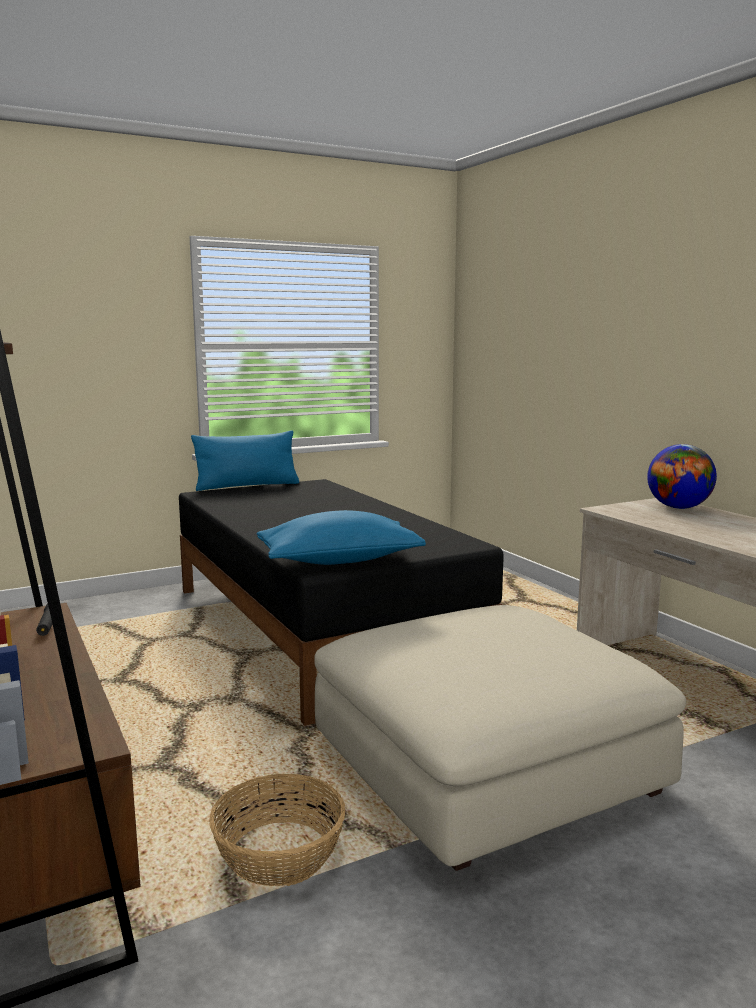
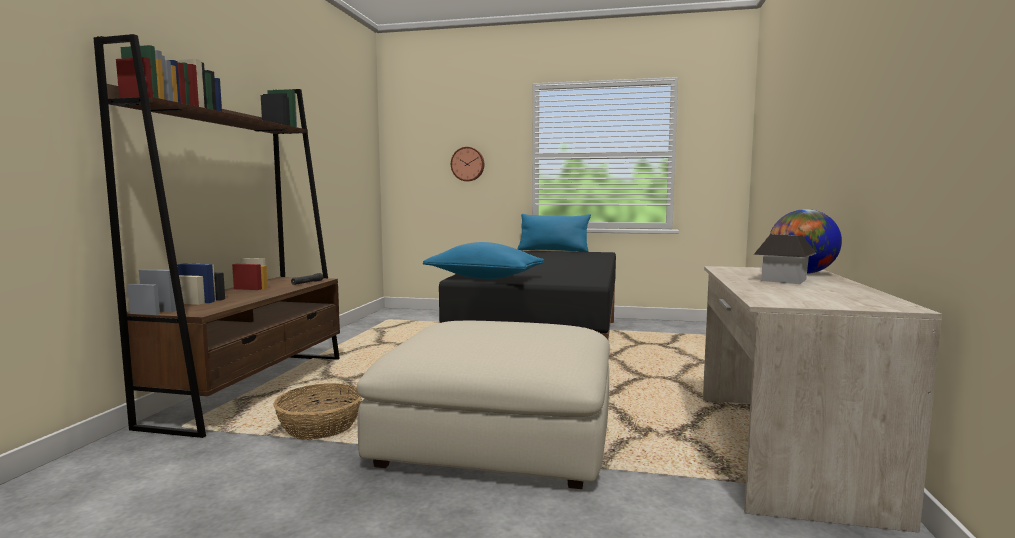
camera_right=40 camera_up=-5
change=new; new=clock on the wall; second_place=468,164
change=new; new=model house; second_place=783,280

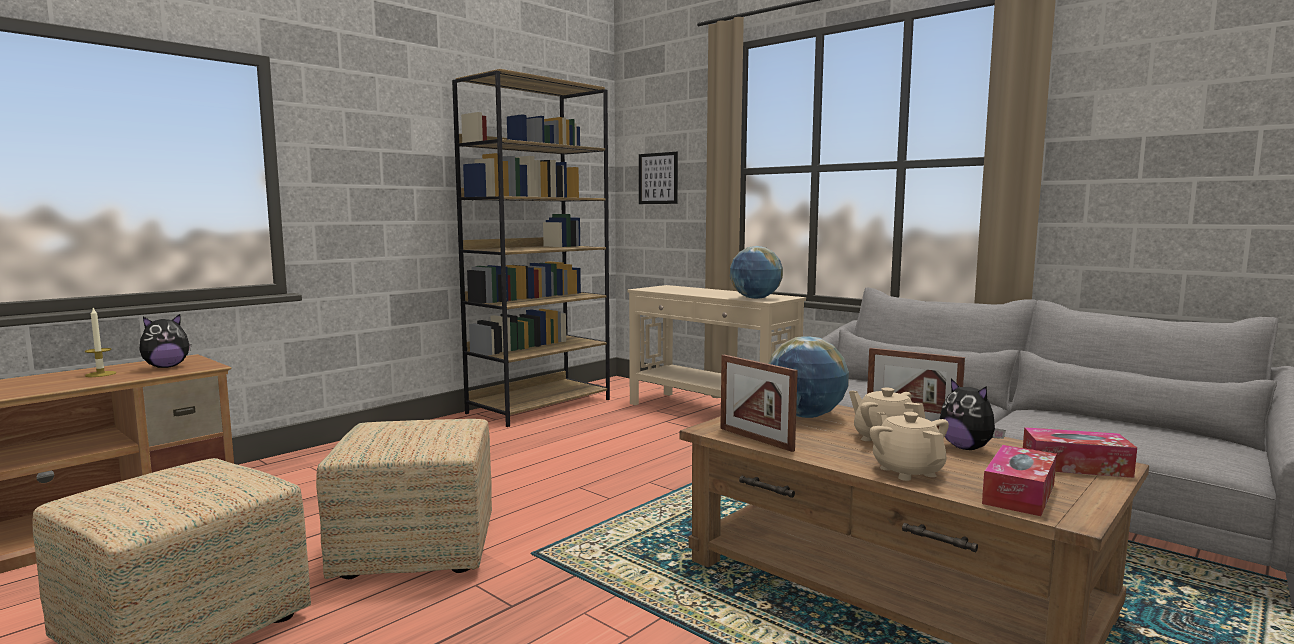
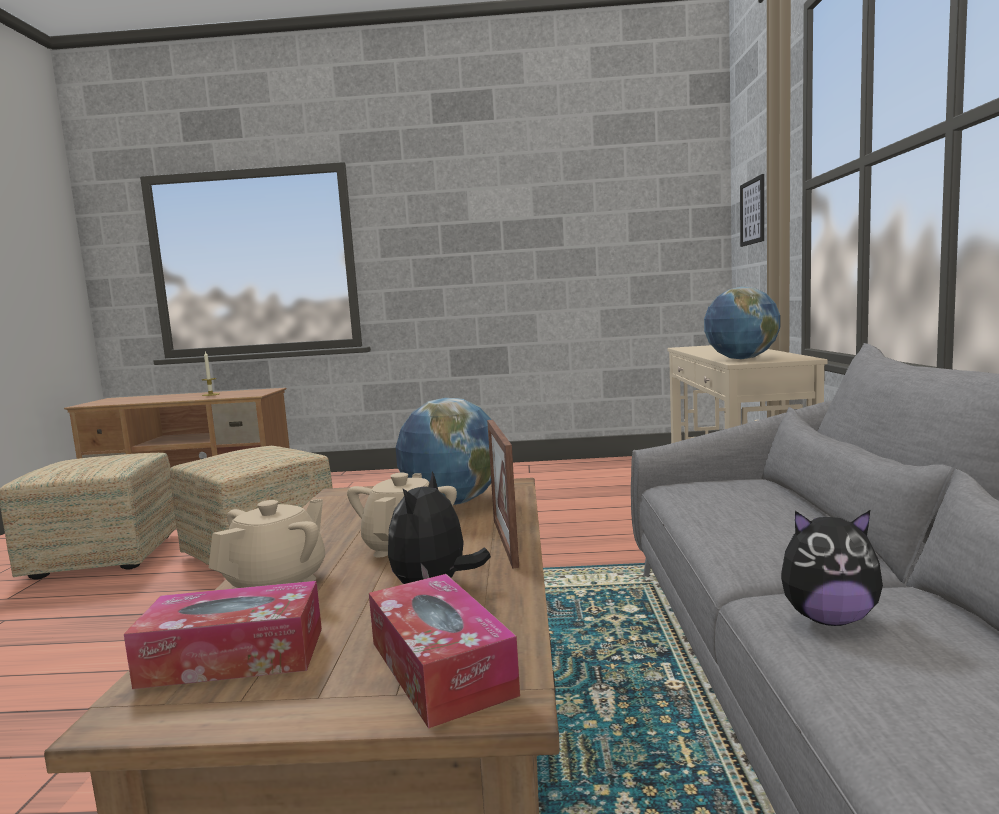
camera_right=50 camera_up=0
change=shifted; old=cuddly toy; first_place=166,367; second_place=828,619
change=gone; old=brown shelving unit; first_place=540,406
change=gone; old=picture frame; first_place=755,439

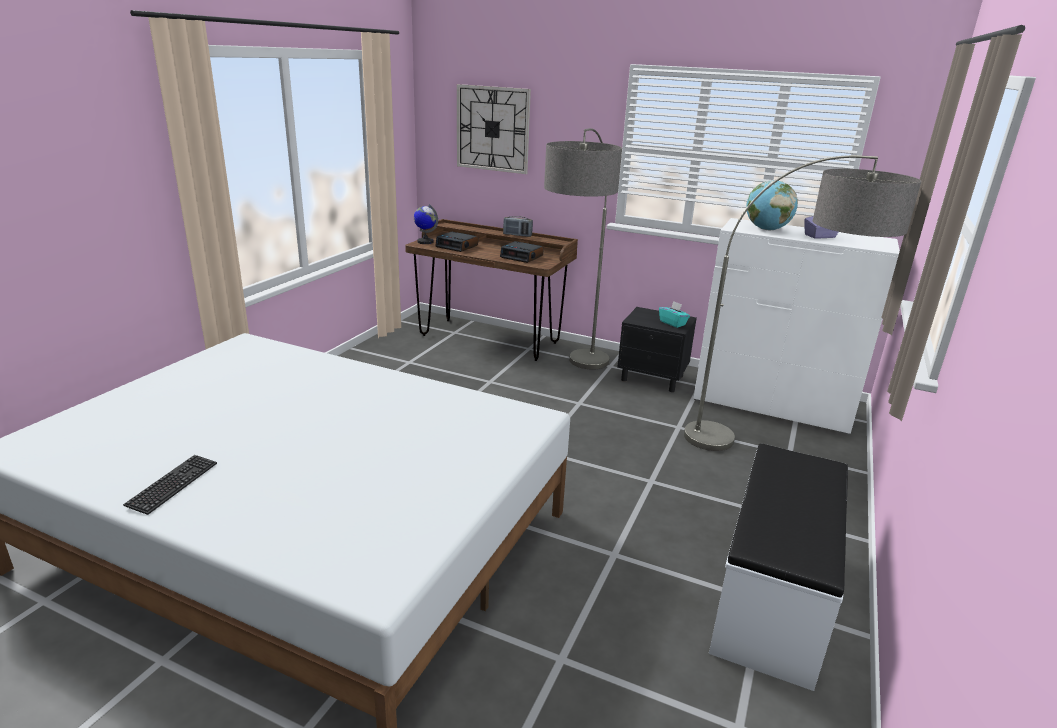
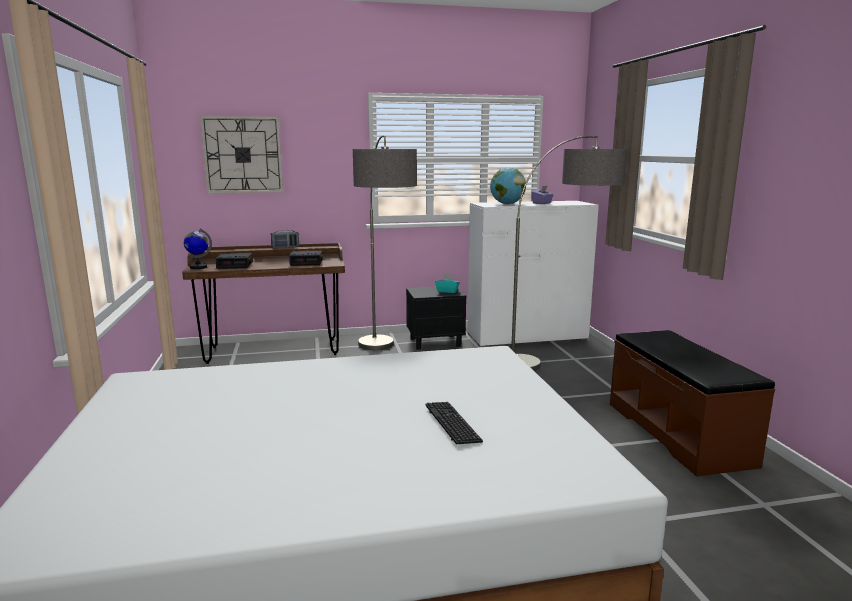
camera_right=-35 camera_up=-10
change=shifted; old=keyboard; first_place=173,485; second_place=452,424
change=repainted; old=white bench; new=brown bench; first_place=774,597; second_place=678,432

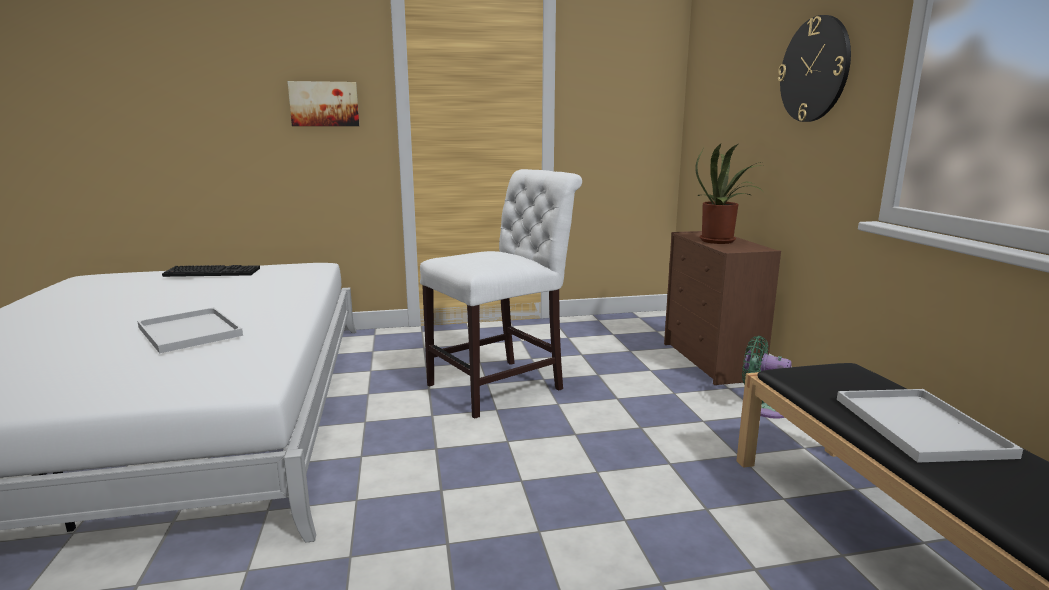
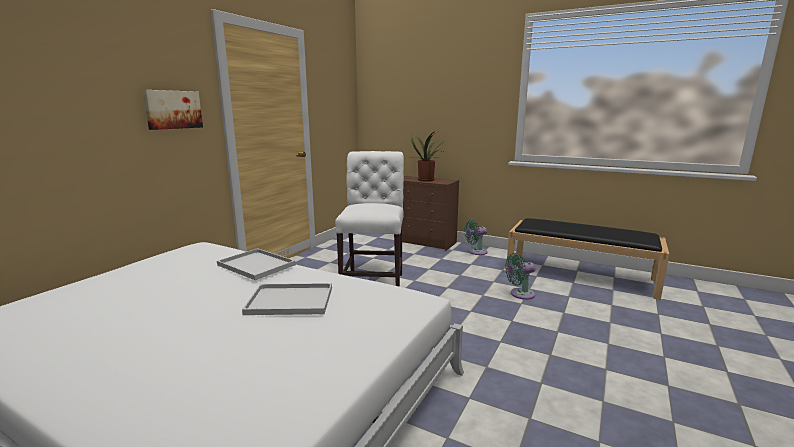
camera_right=-50 camera_up=0
change=gone; old=keyboard; first_place=214,272
change=gone; old=clock on the wall; first_place=814,69
change=shifted; old=white tray; first_place=916,425; second_place=255,265
change=new; new=green electric fan; second_place=520,294

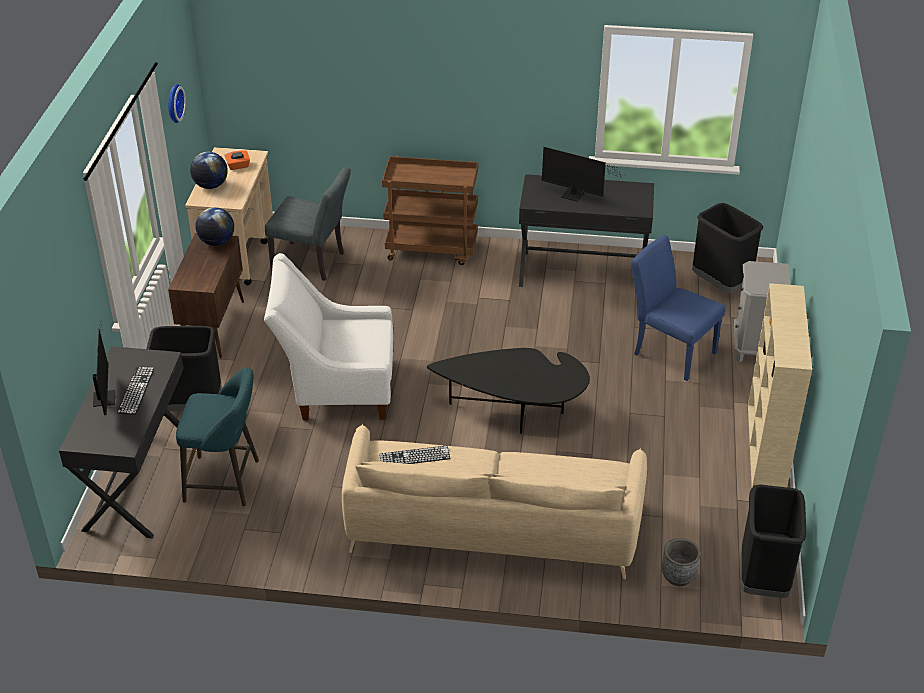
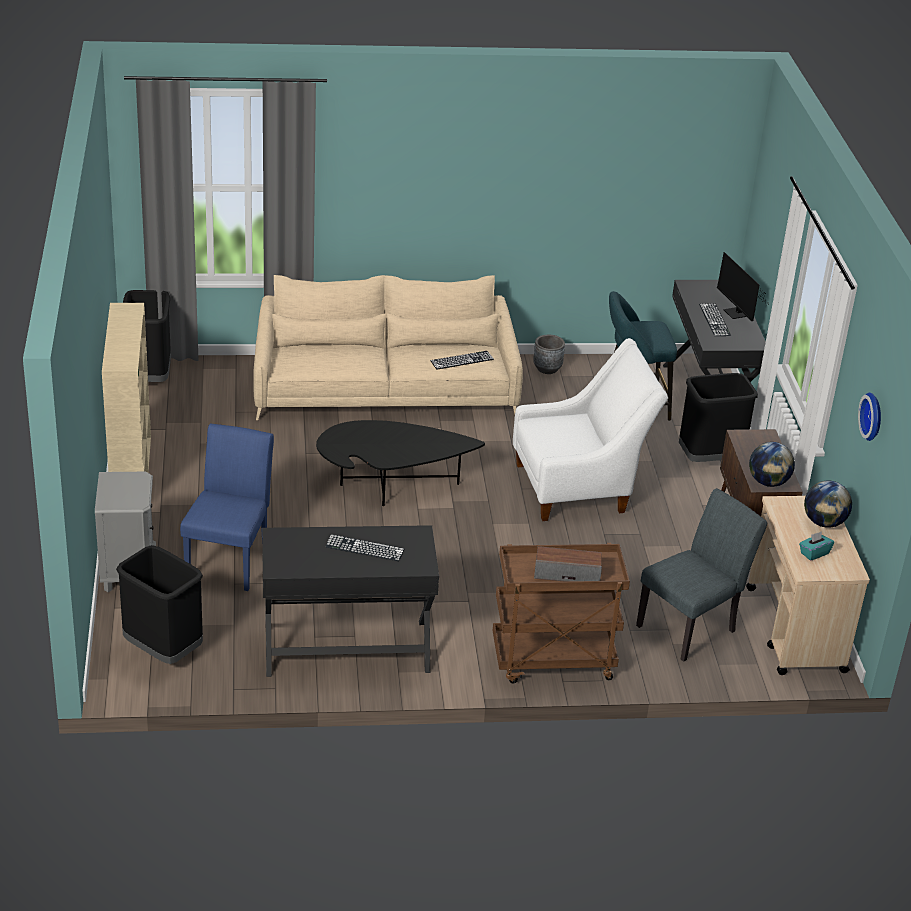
camera_right=165 camera_up=-5
change=repainted; old=orange-coloured box of tissues; new=turquoise-coloured box of tissues; first_place=238,166; second_place=814,553
change=rotated; old=gray upright chair; first_place=313,263; second_place=692,626; degrees=135
change=swapped; old=computer display; new=keyboard; first_place=575,196; second_place=364,548
change=rotated; old=bluish upright chair; first_place=669,351; second_place=230,558; degrees=-105
change=shifted; old=gray plant pot; first_place=678,577; second_place=547,368
change=new; new=audio speaker; second_place=567,574

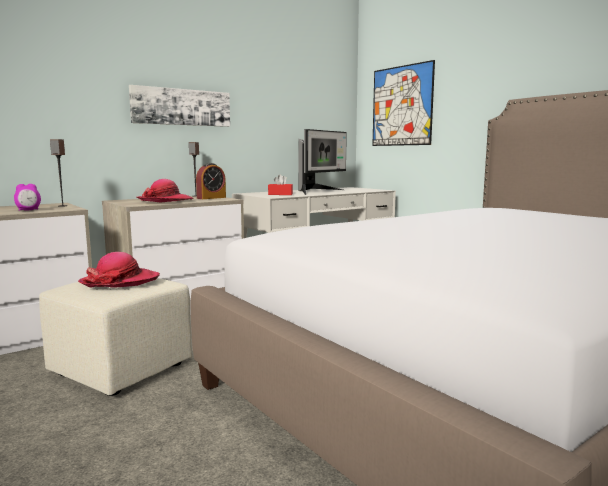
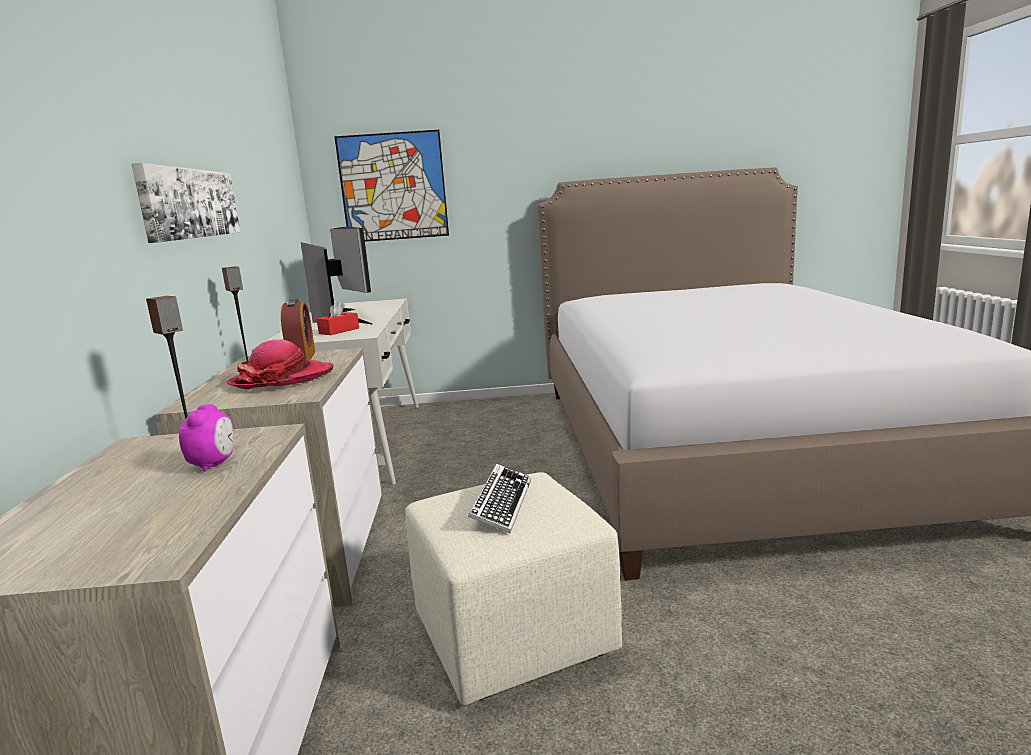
camera_right=-55 camera_up=5
change=swapped; old=wearable hat; new=keyboard; first_place=120,281; second_place=502,503

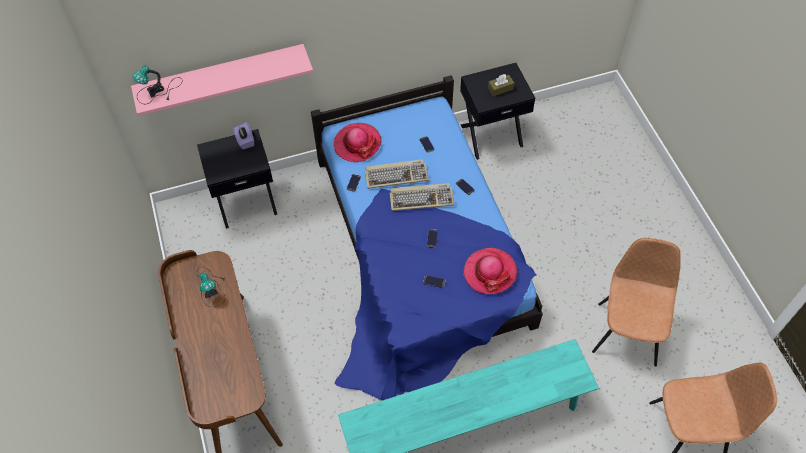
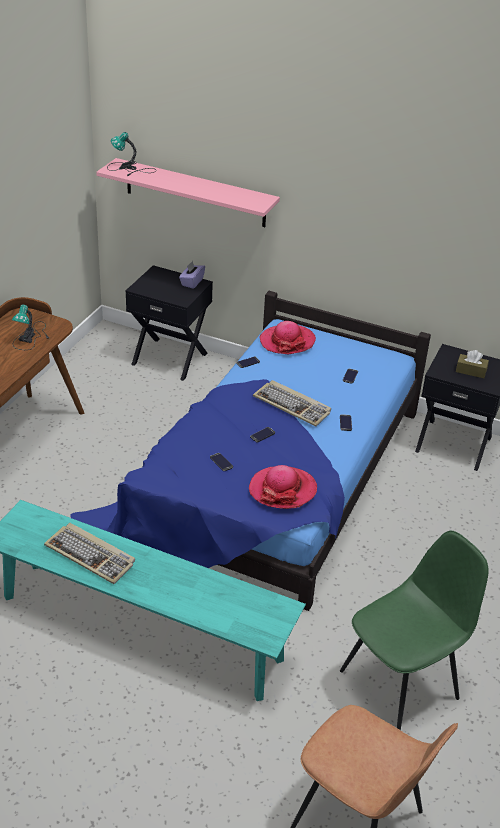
camera_right=40 camera_up=-20
change=shifted; old=keyboard; first_place=396,175; second_place=91,555
change=repainted; old=brown upright chair; new=green upright chair; first_place=627,332; second_place=401,683

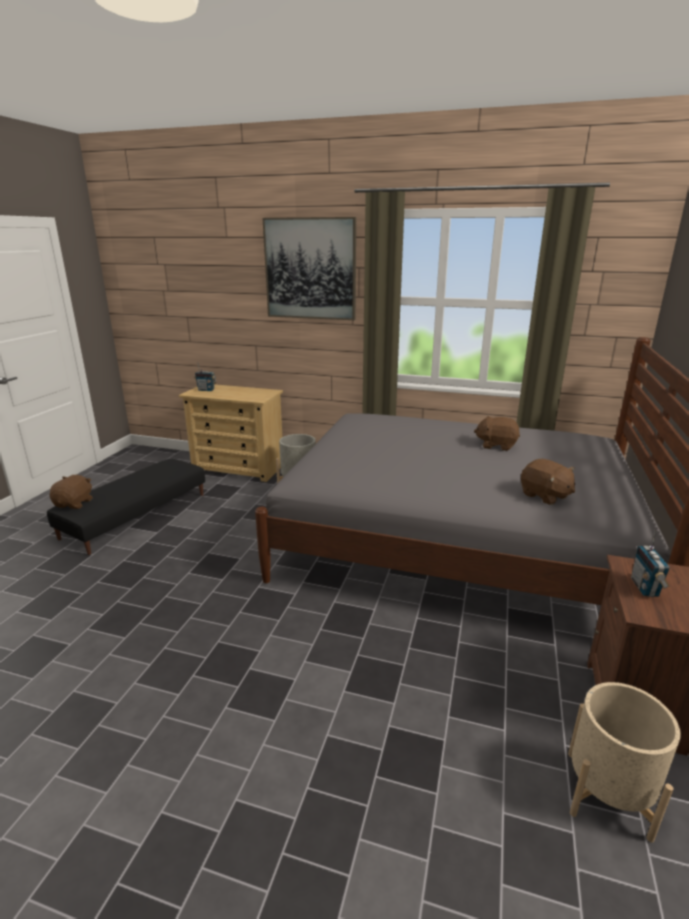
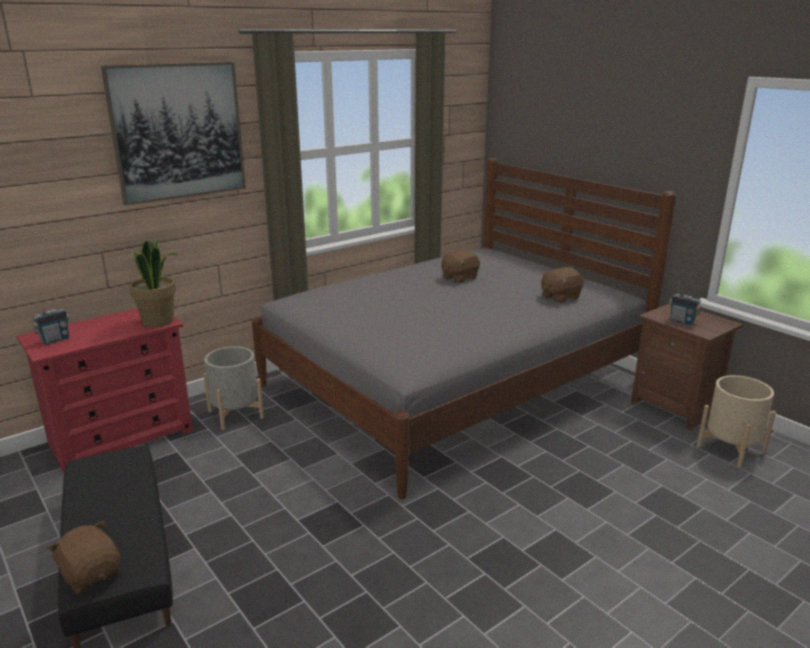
camera_right=-55 camera_up=0
change=repainted; old=beige chest of drawers; new=red chest of drawers; first_place=239,468; second_place=122,438
change=rotated; old=brown cuddly toy; first_place=545,496; second_place=559,297; degrees=150
change=new; new=plant in a pot; second_place=158,321

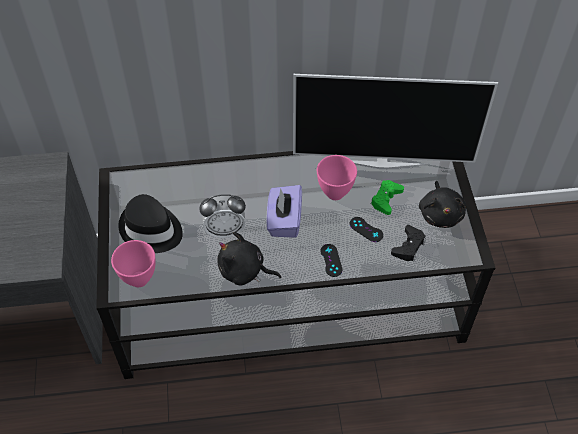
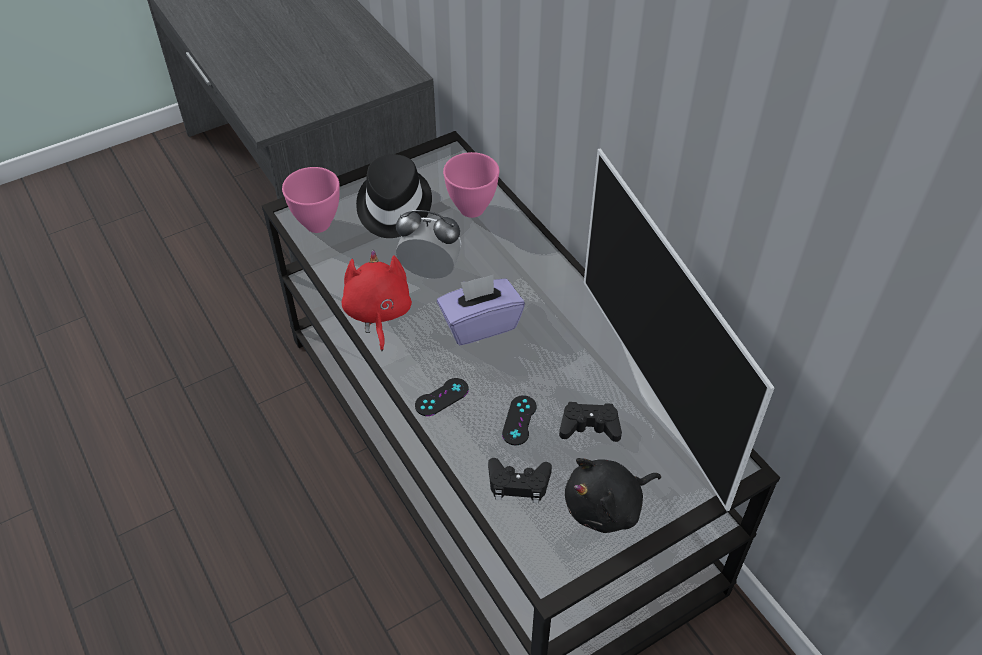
camera_right=65 camera_up=-5
change=rotated; old=bedside clock; first_place=225,230; second_place=430,272; degrees=135
change=repainted; old=black cuddly toy; new=red cuddly toy; first_place=244,271; second_place=378,313
change=shifted; old=pink deep dish; first_place=334,192; second_place=473,208
change=repainted; old=green game controller; new=black game controller; first_place=386,199; second_place=589,426

